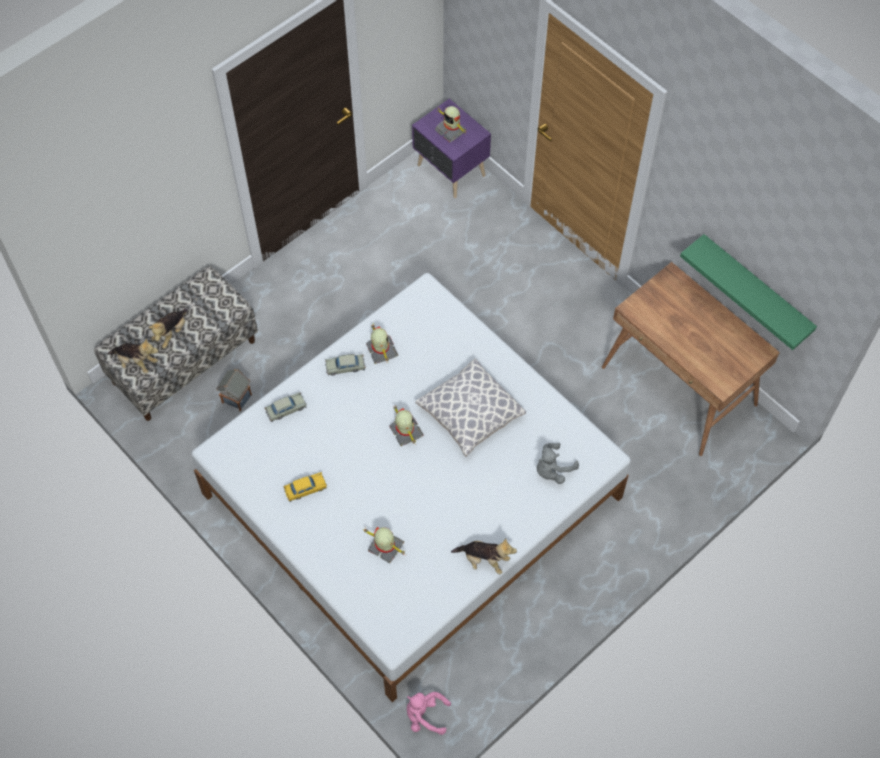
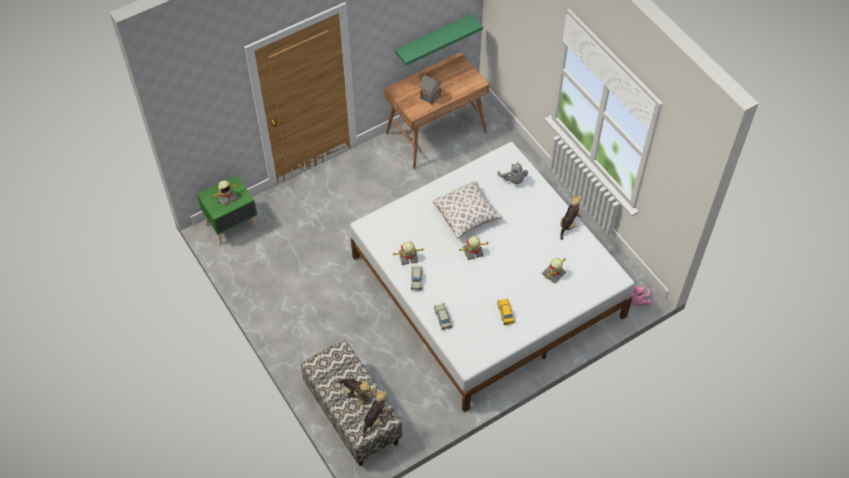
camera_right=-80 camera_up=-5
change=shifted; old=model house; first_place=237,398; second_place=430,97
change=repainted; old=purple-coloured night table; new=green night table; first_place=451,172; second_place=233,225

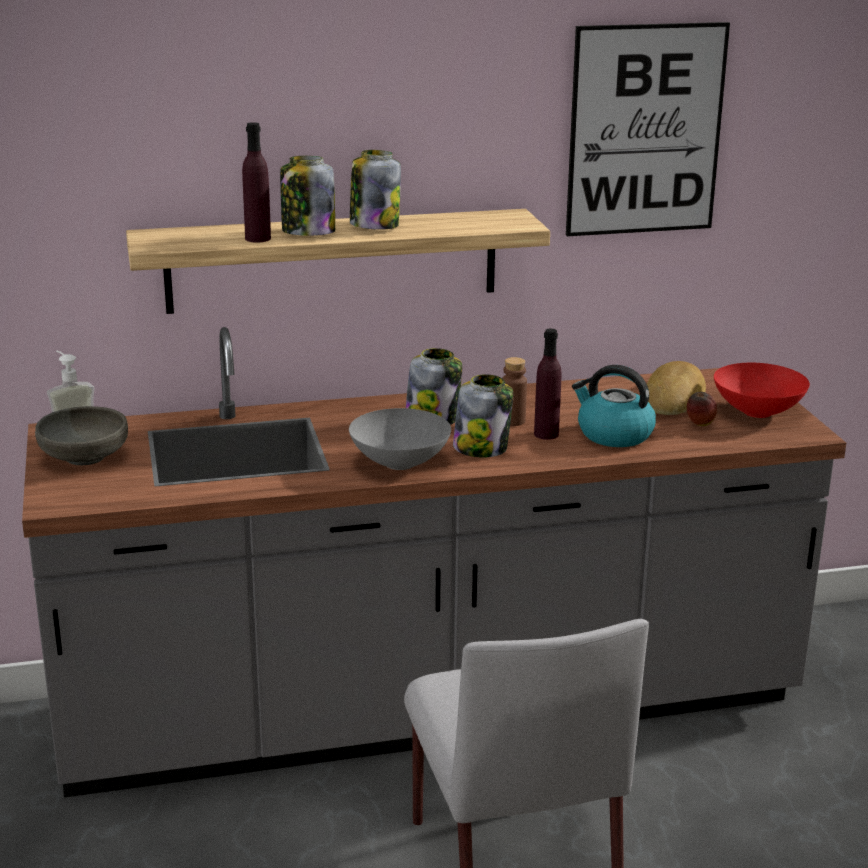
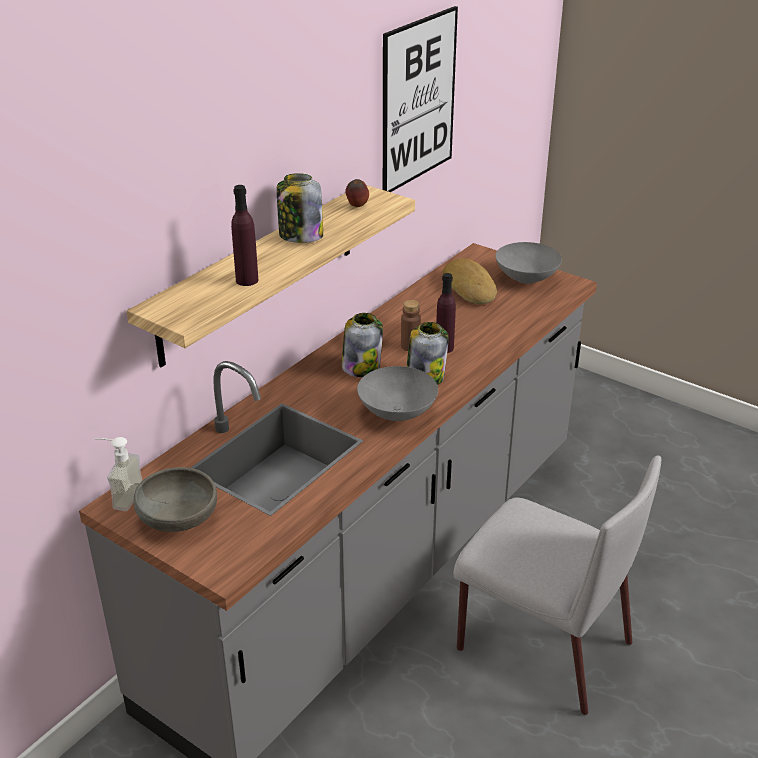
camera_right=-40 camera_up=10
change=gone; old=jar; first_place=307,232
change=gone; old=water kettle; first_place=613,434
change=shifted; old=whole apple; first_place=699,425; second_place=357,207
change=repainted; old=red deep dish; new=gray deep dish; first_place=757,411; second_place=525,278

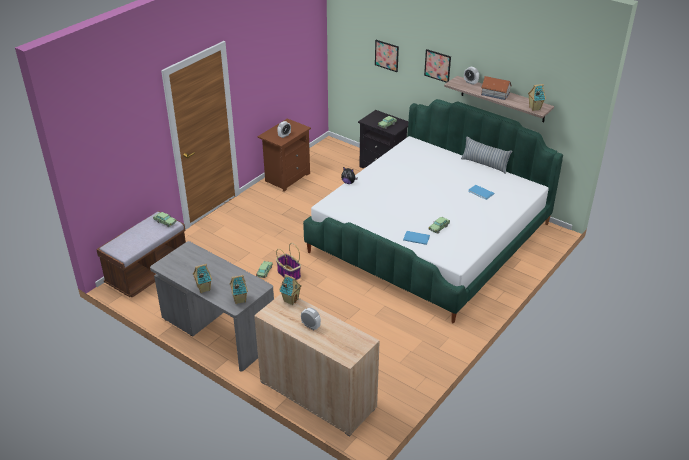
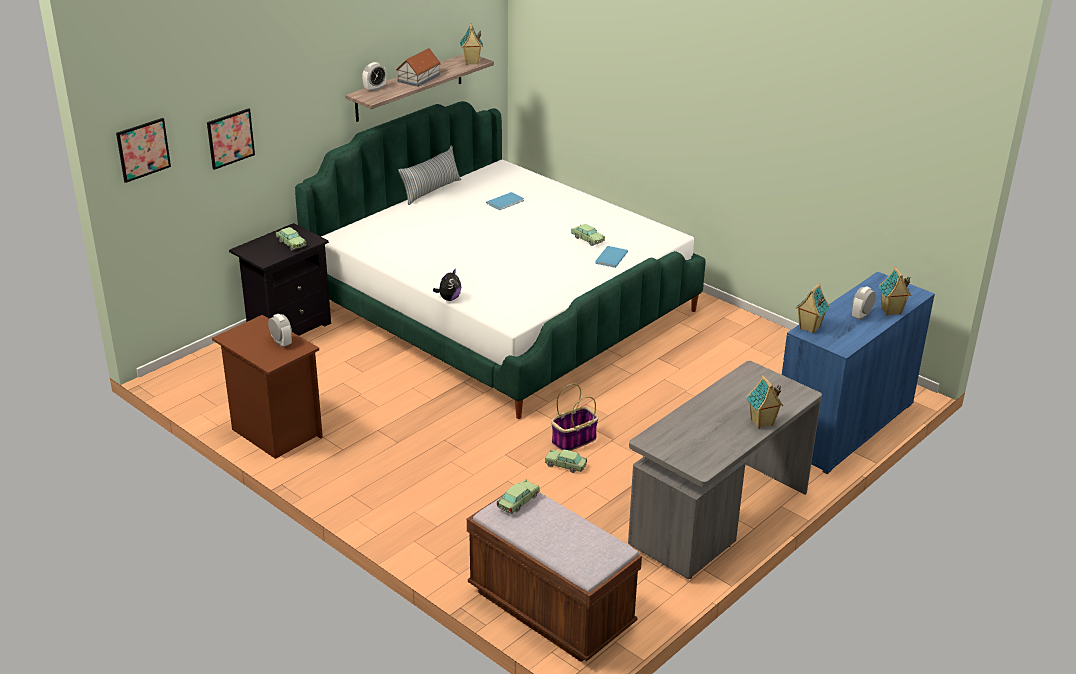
camera_right=-85 camera_up=-5
change=shifted; old=model house; first_place=239,299; second_place=891,311
change=repainted; old=beige storage cabinet; new=bluish storage cabinet; first_place=317,395; second_place=843,425
change=shifted; old=wall art; first_place=437,65; second_place=143,149

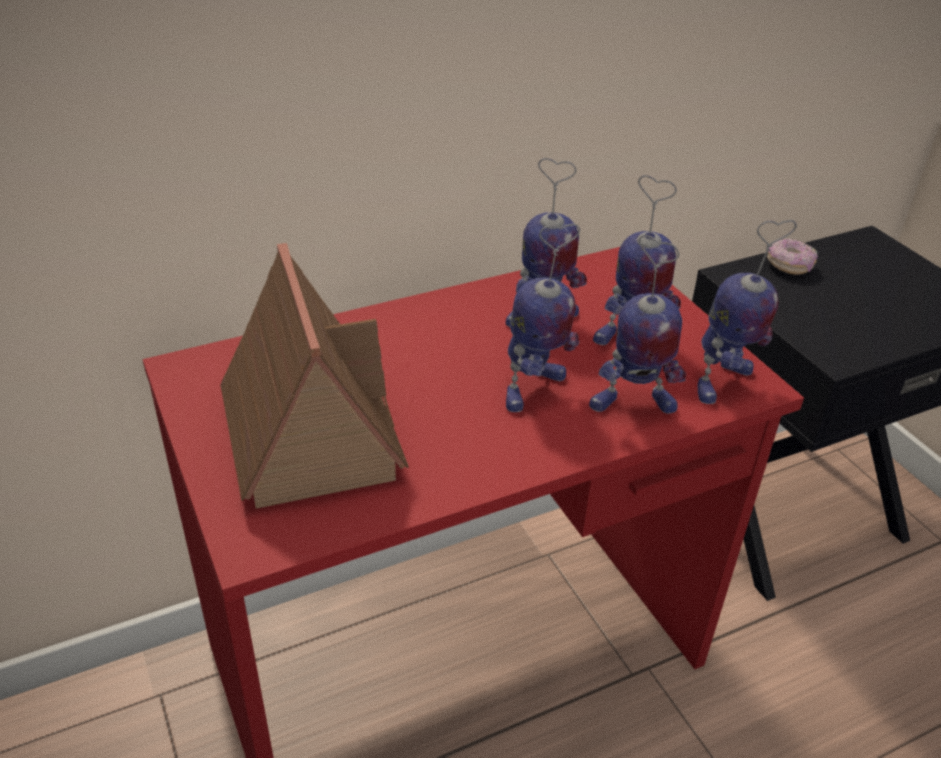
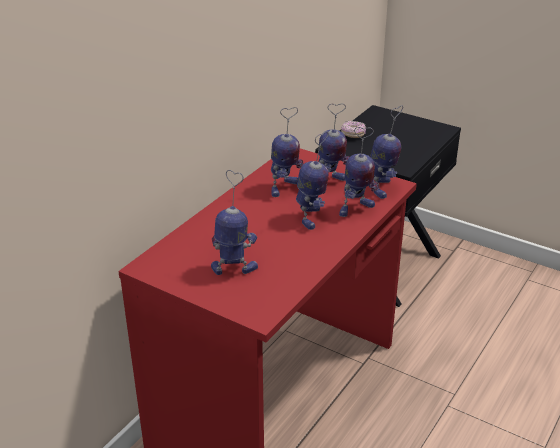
camera_right=-30 camera_up=-5
change=swapped; old=model house; new=model robot; first_place=309,431; second_place=234,268

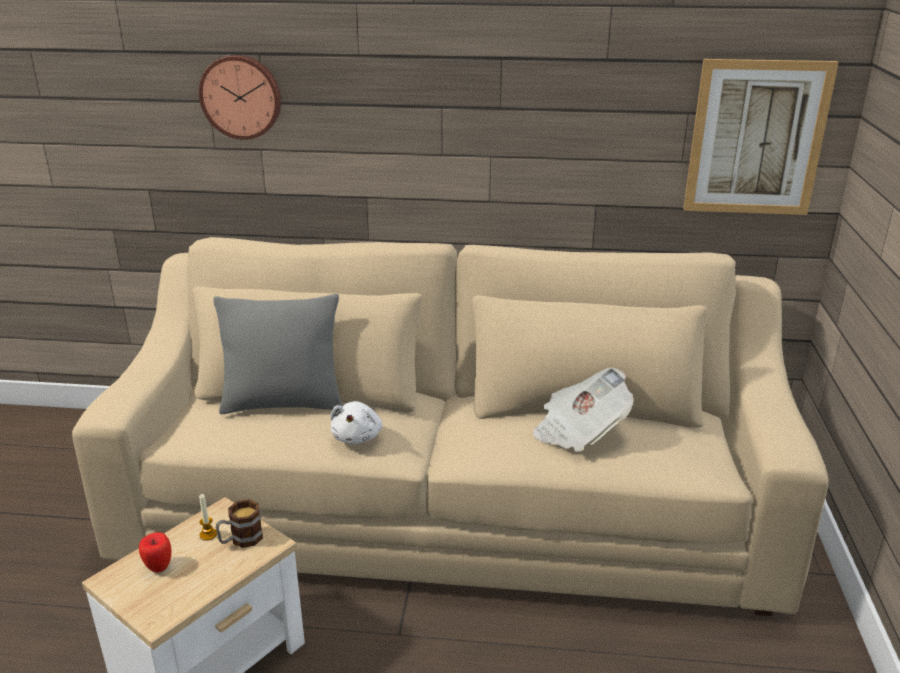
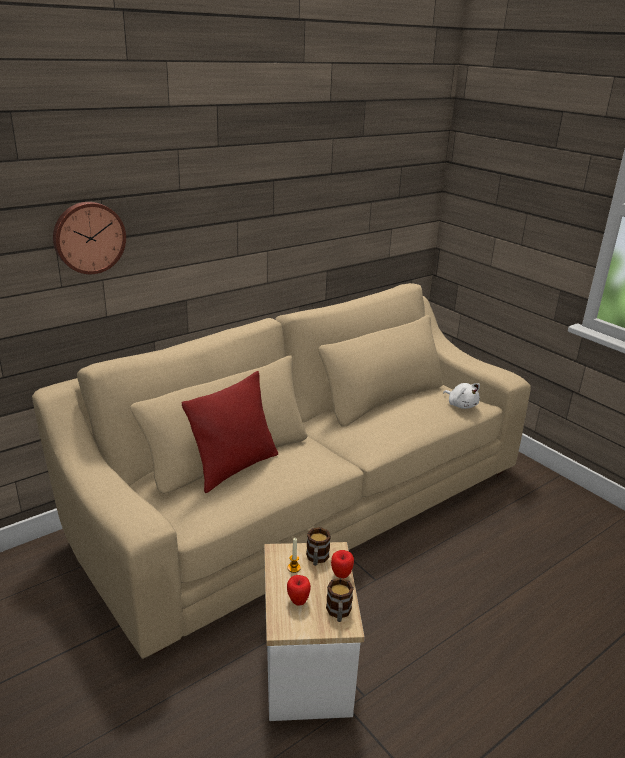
camera_right=-45 camera_up=0
change=repainted; old=gray pillow; new=red pillow; first_place=283,403; second_place=234,467
change=shifted; old=white cuddly toy; first_place=357,436; second_place=461,405
change=gone; old=daily paper; first_place=579,430
change=gone; old=wall art; first_place=756,138
change=new; new=mug; second_place=338,613
change=new; new=whole apple; second_place=341,575

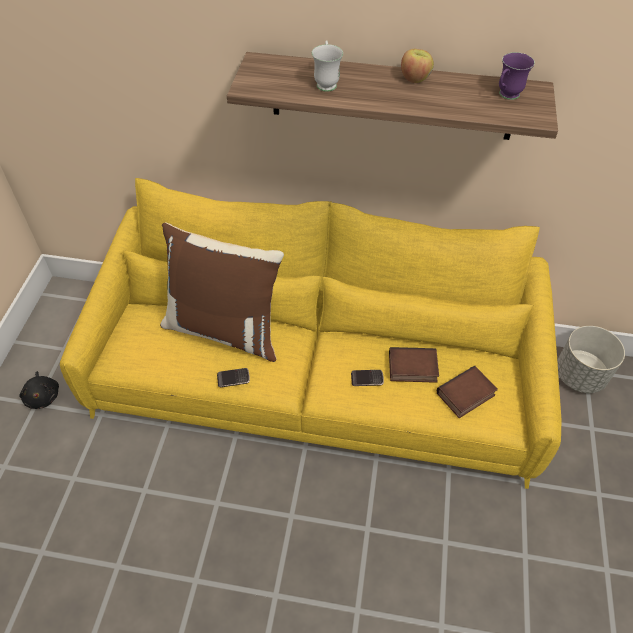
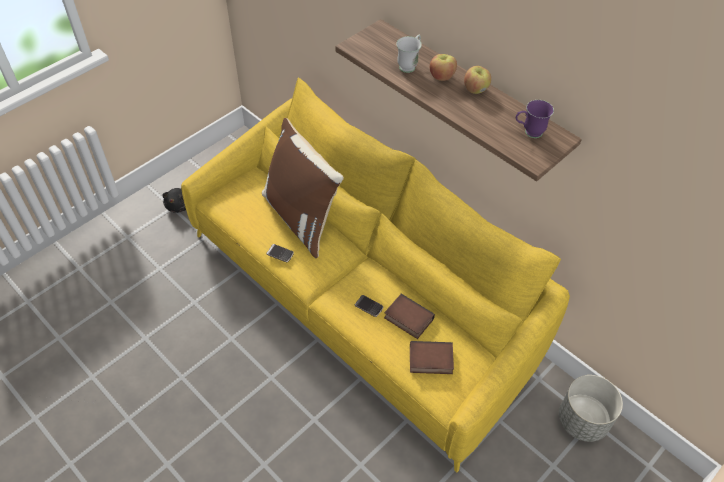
camera_right=35 camera_up=0
change=new; new=whole apple; second_place=442,76

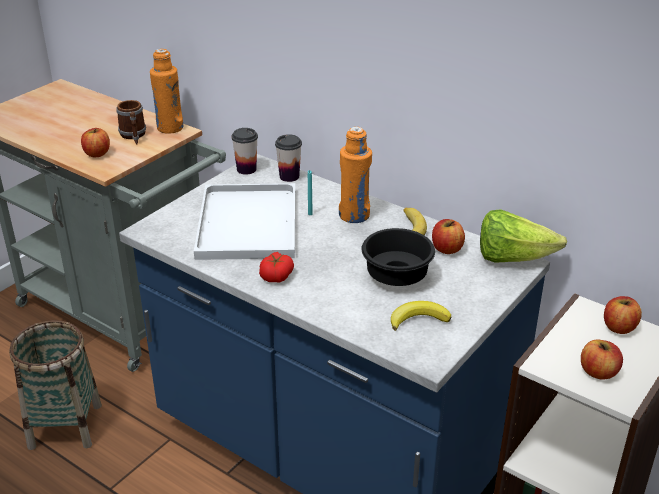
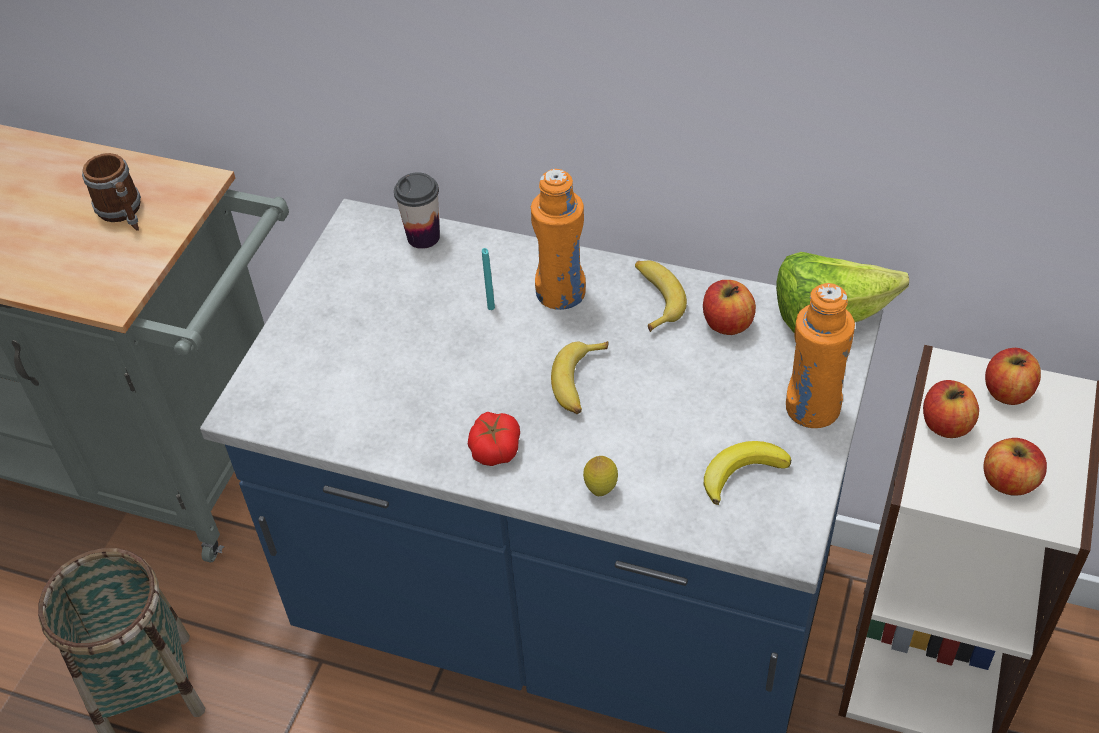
camera_right=-15 camera_up=15
change=shifted; old=whole apple; first_place=97,154; second_place=946,424
change=shifted; old=orange-coloured drink bottle; first_place=170,128; second_place=812,408
change=gone; old=white tray; first_place=246,222
change=gone; old=drinking cup; first_place=246,169
change=gone; old=black deep dish; first_place=397,278
change=new; new=banana; second_place=579,383
change=new; new=whole lemon; second_place=601,489

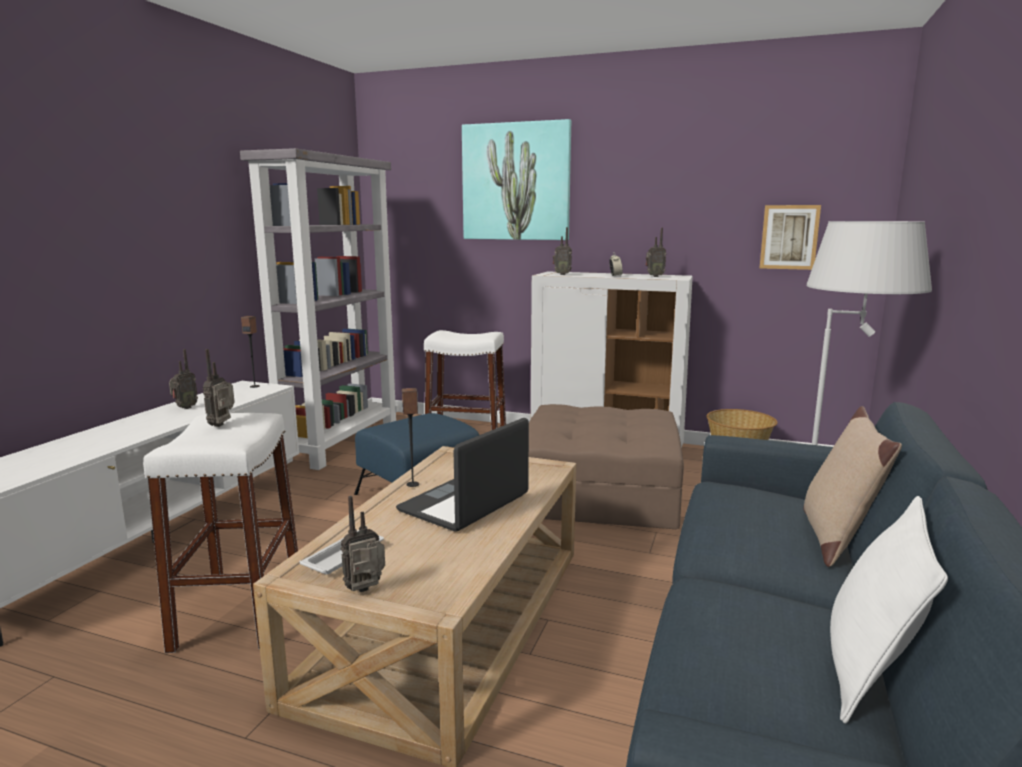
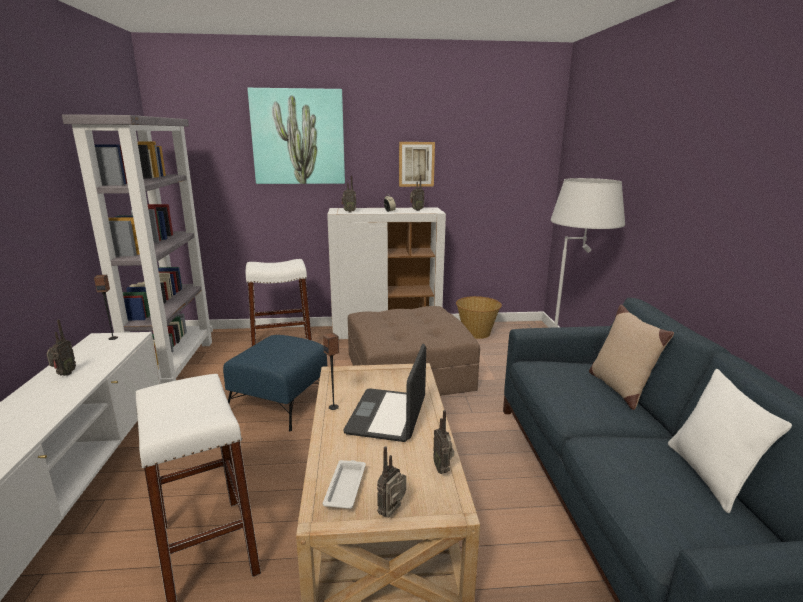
camera_right=-25 camera_up=5
change=shifted; old=radio receiver; first_place=223,425; second_place=442,469
change=shifted; old=wall art; first_place=789,237; second_place=416,164

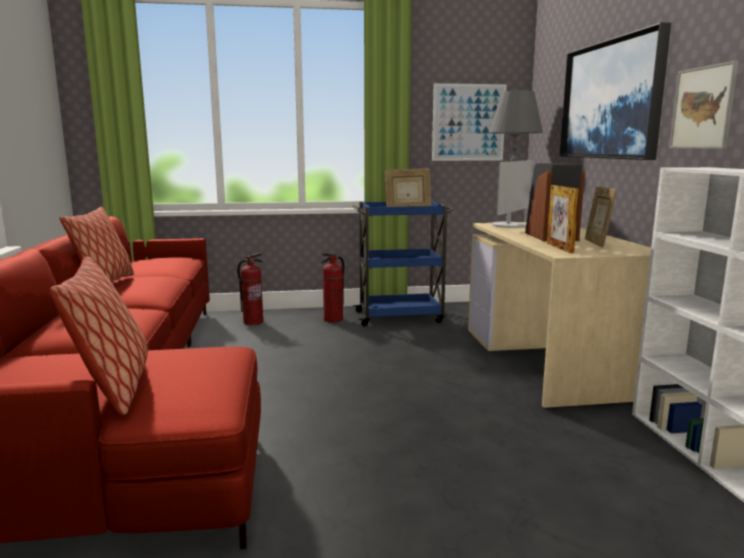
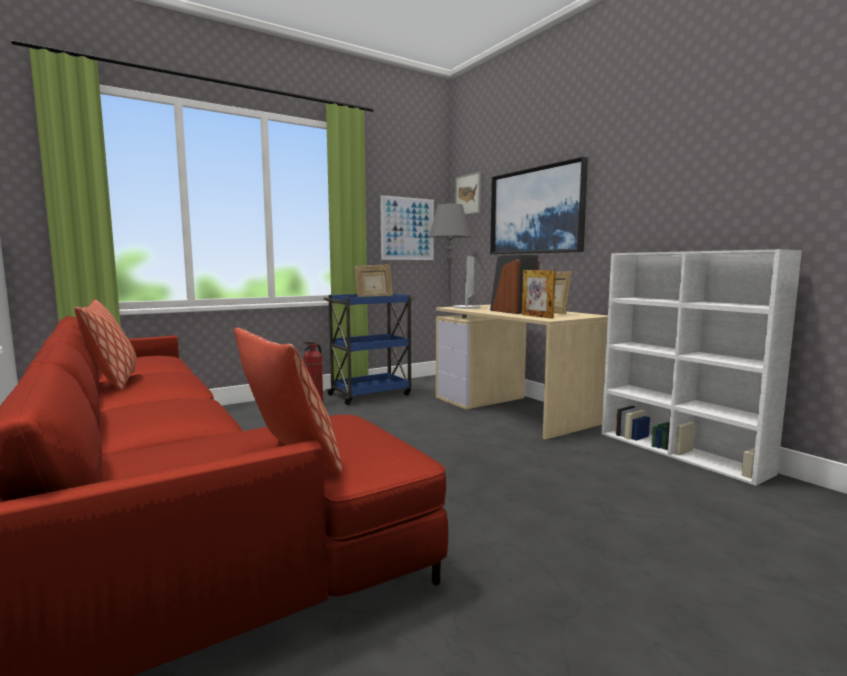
camera_right=-25 camera_up=-5
change=gone; old=fire-fighting cylinder; first_place=253,322
change=shifted; old=wall art; first_place=702,108; second_place=468,194

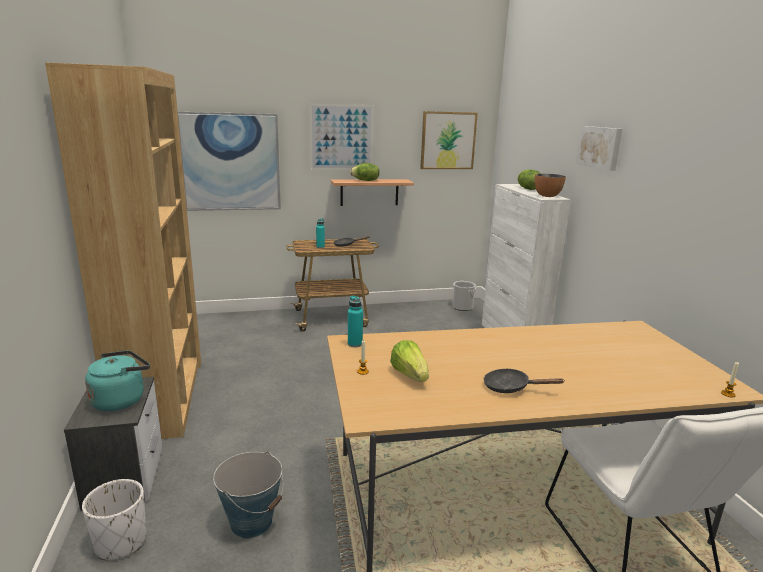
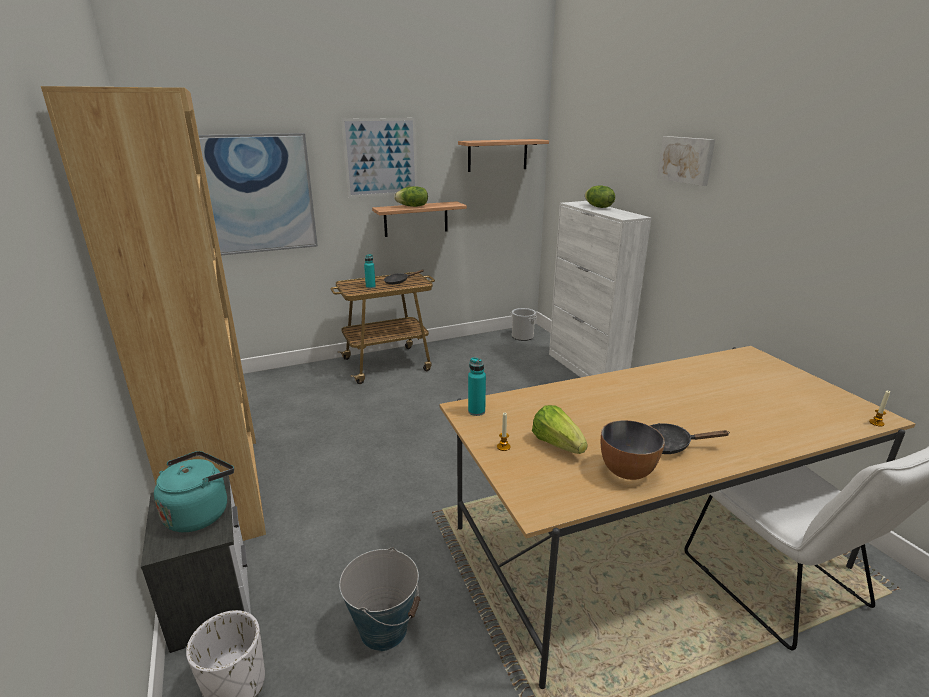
camera_right=-10 camera_up=5
change=swapped; old=wall art; new=shelf; first_place=448,140; second_place=497,155
change=shifted; old=deep dish; first_place=547,196; second_place=626,471

